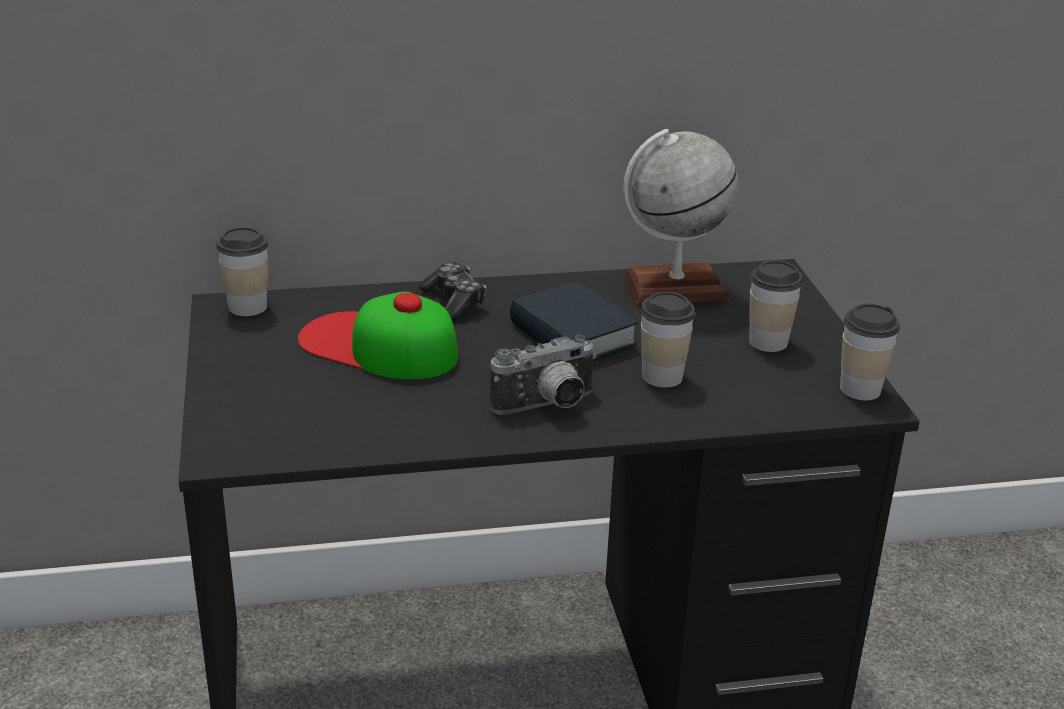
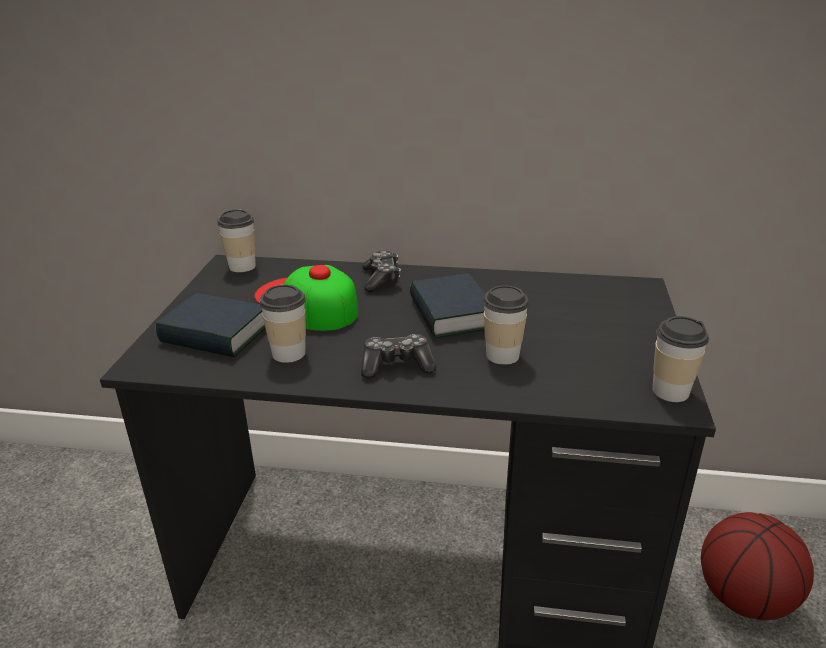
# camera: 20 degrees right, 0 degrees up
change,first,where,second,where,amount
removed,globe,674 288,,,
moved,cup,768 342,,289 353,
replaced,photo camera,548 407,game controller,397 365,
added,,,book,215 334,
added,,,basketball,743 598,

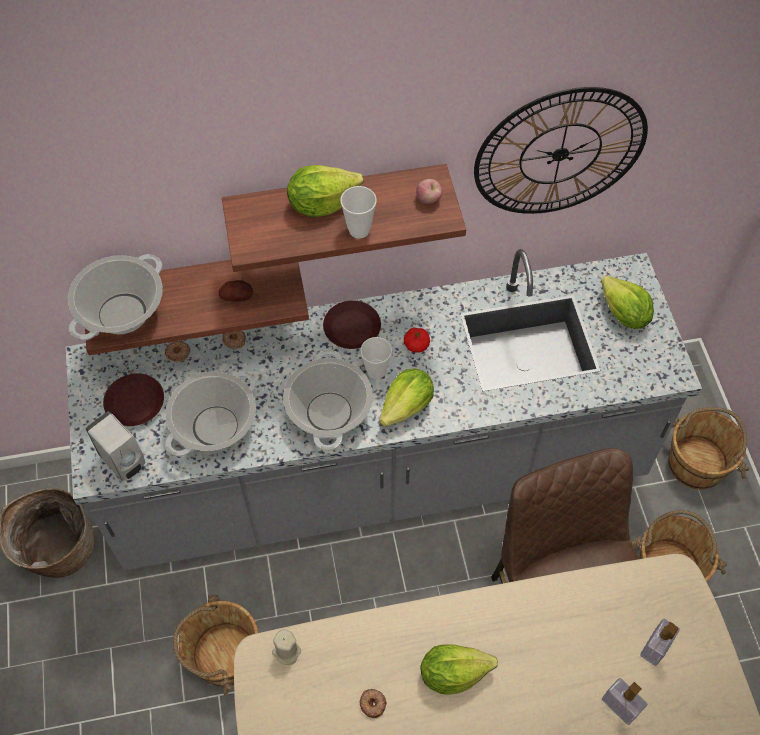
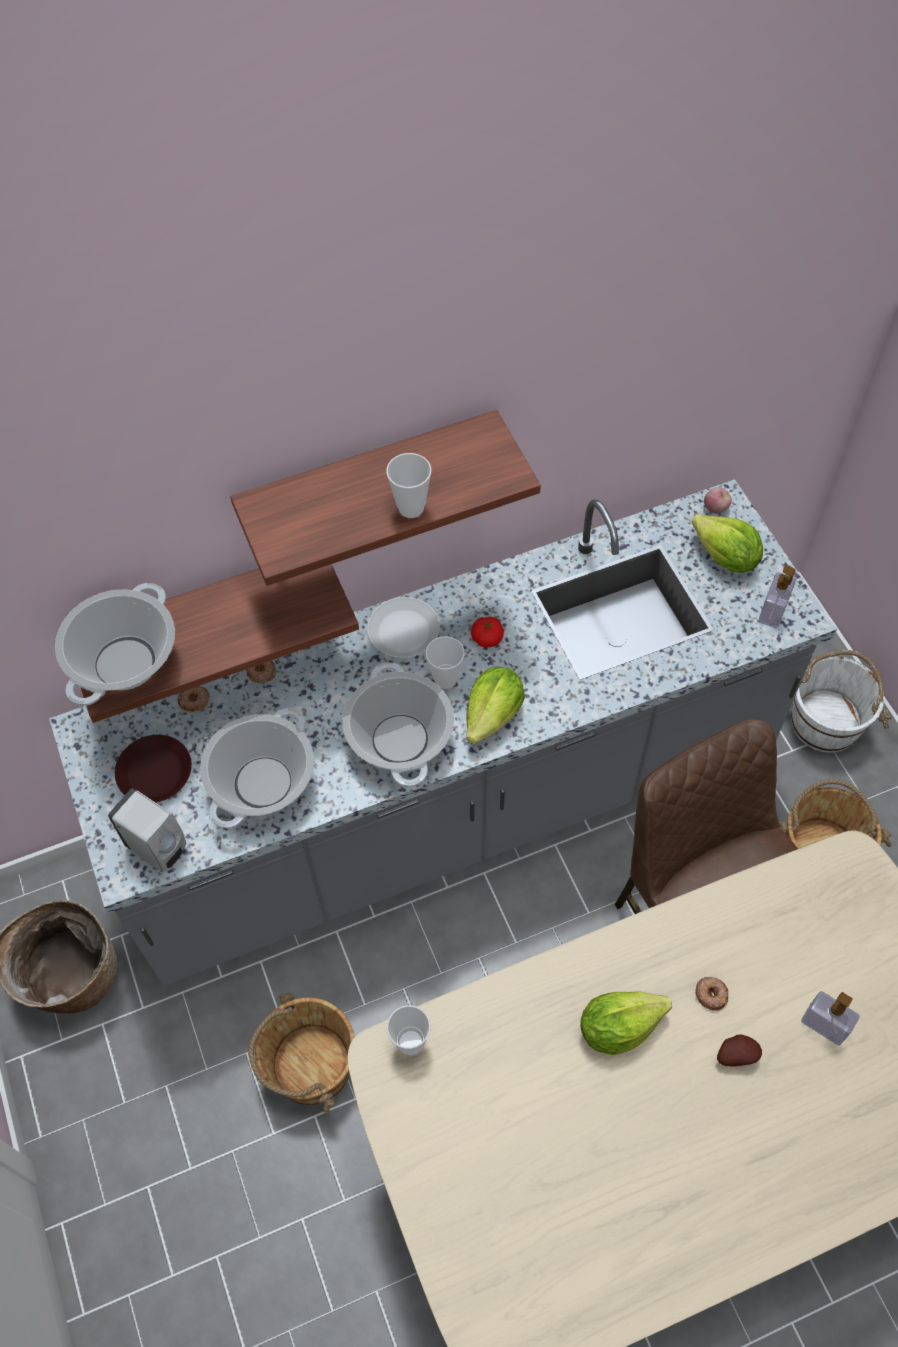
# camera: 10 degrees left, 0 degrees up
change,first,where,second,where,amount
removed,wall clock,560 153,,,
removed,lettuce,321 204,,,
moved,apple,428 199,,715 508,
moved,potato,238 297,,735 1054,
recoloured,brown plate,352 328,white plate,404 631,
recoloured,brown bucket,697 463,white bucket,826 721,
moved,soap dispenser,655 647,,773 611,
replaced,beige candle,286 651,cup,410 1042,
moved,donut,373 703,,711 994,

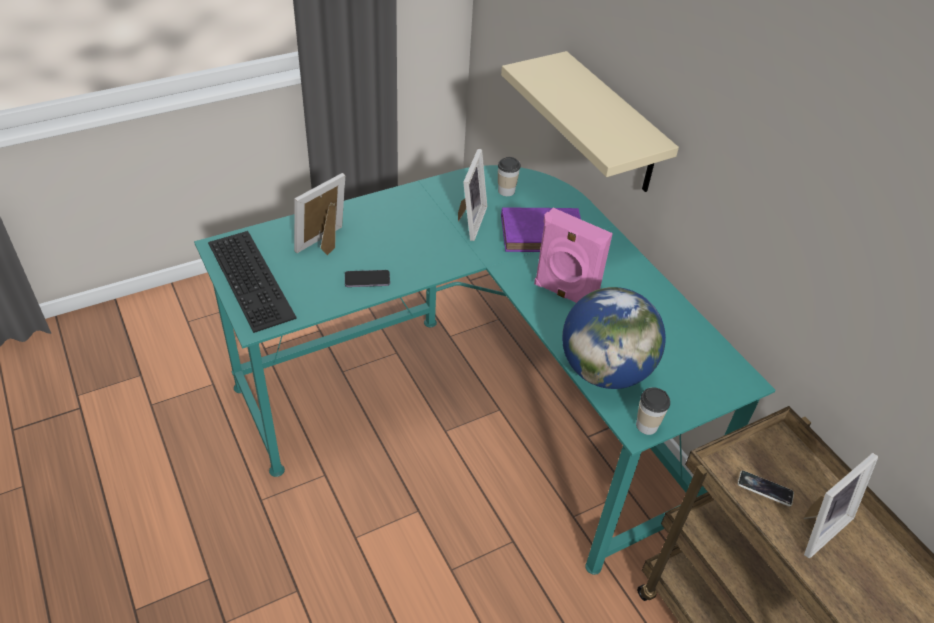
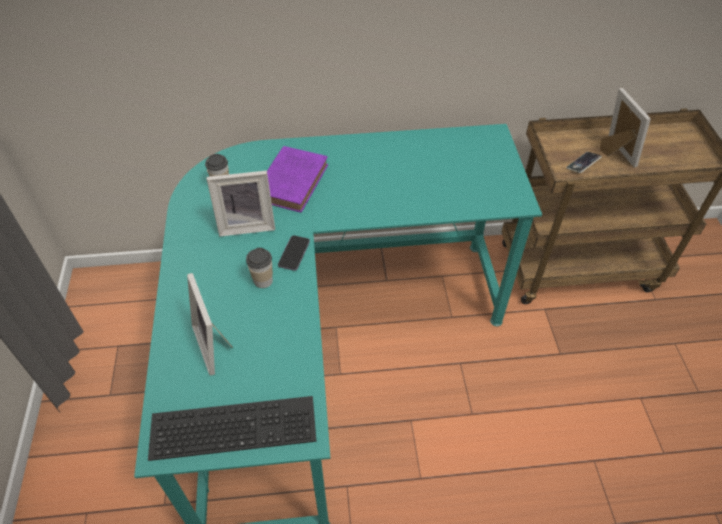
# camera: 65 degrees left, 5 degrees up
change,first,where,second,where,amount
removed,beige shelf,613 125,,,
turned,picture frame,468 221,,247 224,135 degrees clockwise
removed,pink speaker,564 294,,,
moved,phone,367 280,,294 254,
removed,globe,604 370,,,
moved,cup,646 425,,263 281,

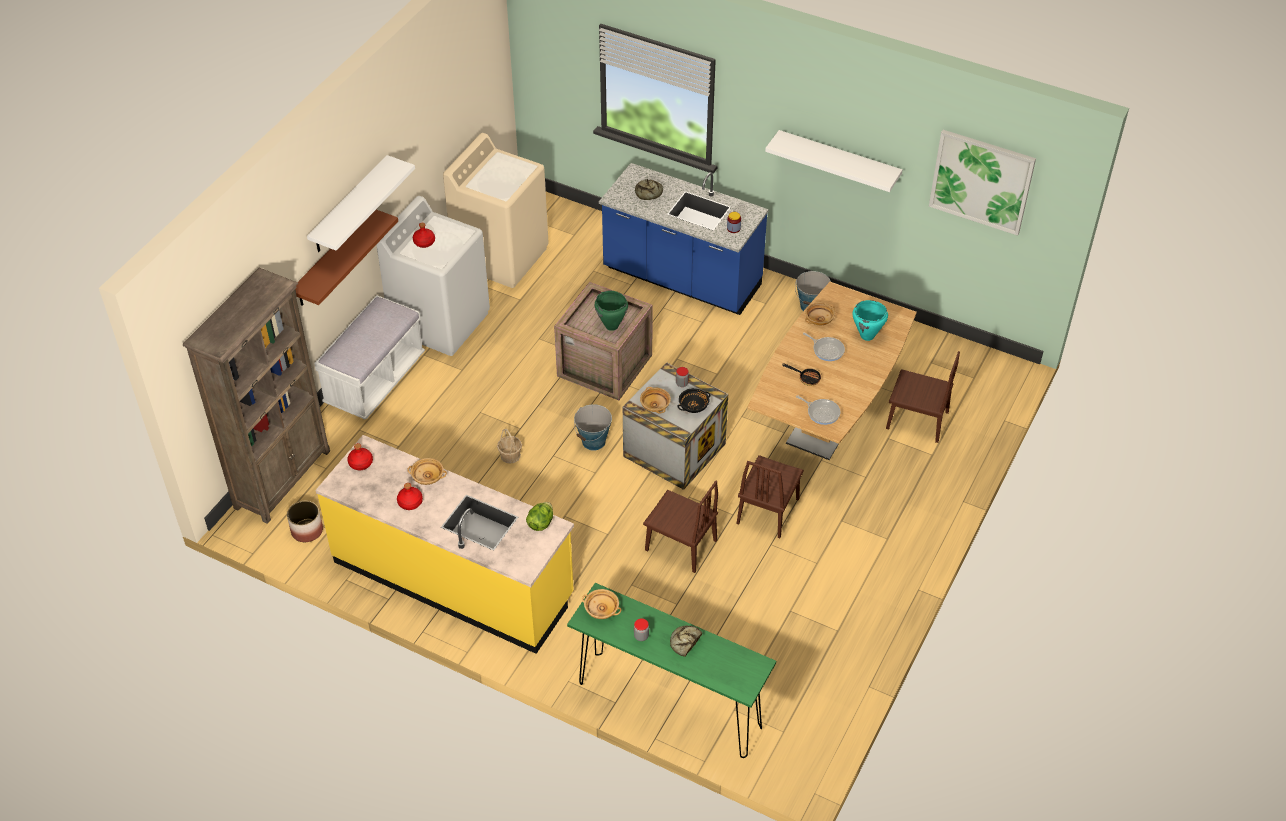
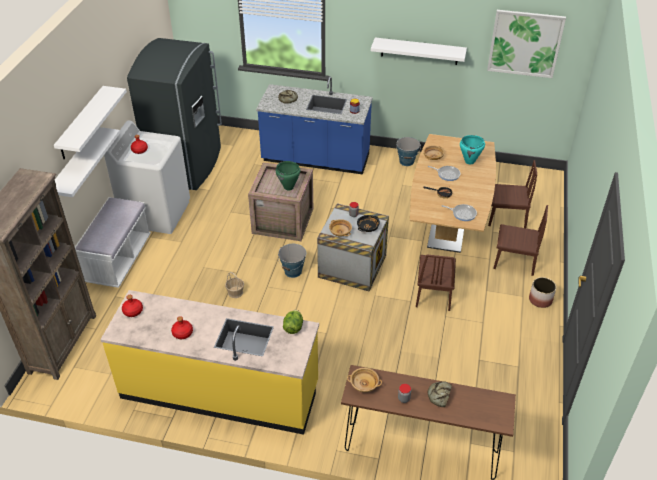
# camera: 15 degrees left, 5 degrees down
change,first,where,second,where,amount
replaced,beige washing machine,501 256,grey fridge,187 166,
recoloured,brown shelf,333 258,white shelf,75 166,
removed,beige bowl,427 477,,,
moved,brown chair,680 545,,514 261,
moved,planter,307 531,,540 300,
recoloured,green console table,669 705,brown console table,420 451,

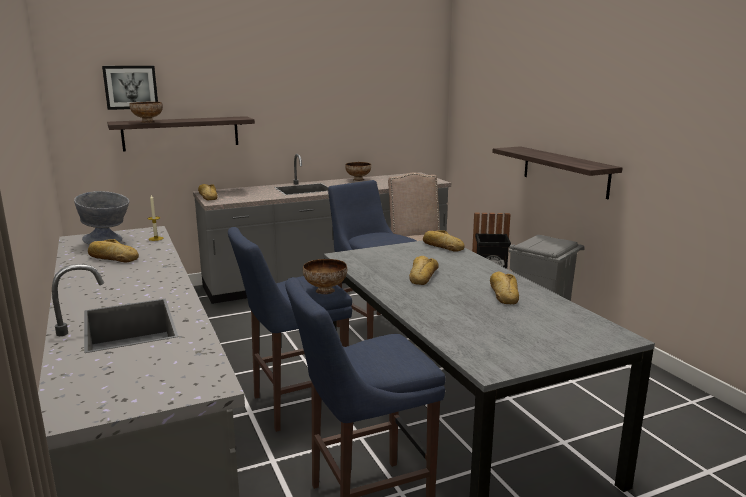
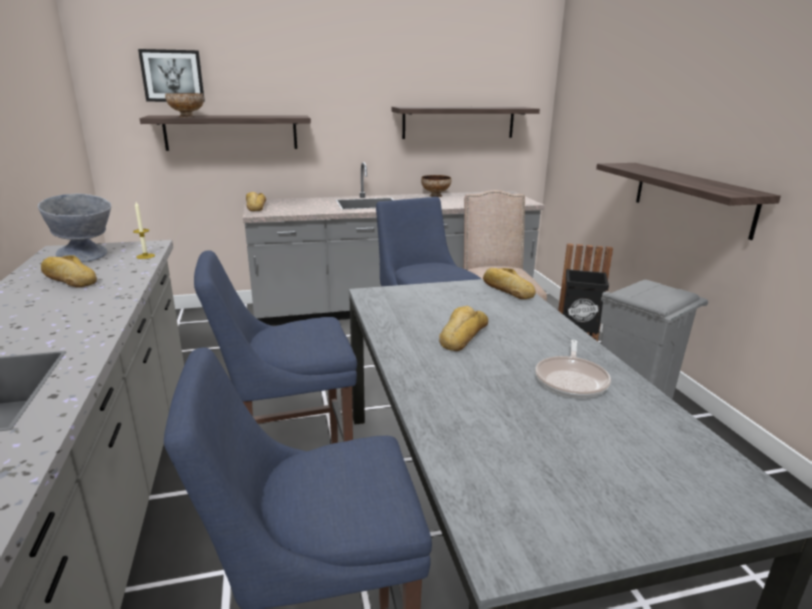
# camera: 10 degrees right, 5 degrees up
change,first,where,second,where,amount
removed,bowl,325 291,,,
replaced,bread,503 294,frying pan,571 380,
added,,,shelf,458 122,

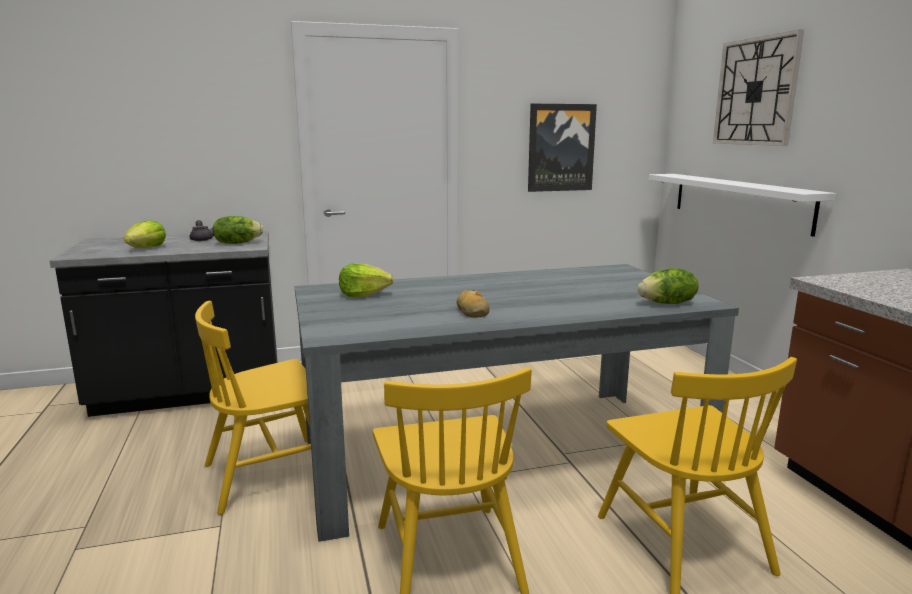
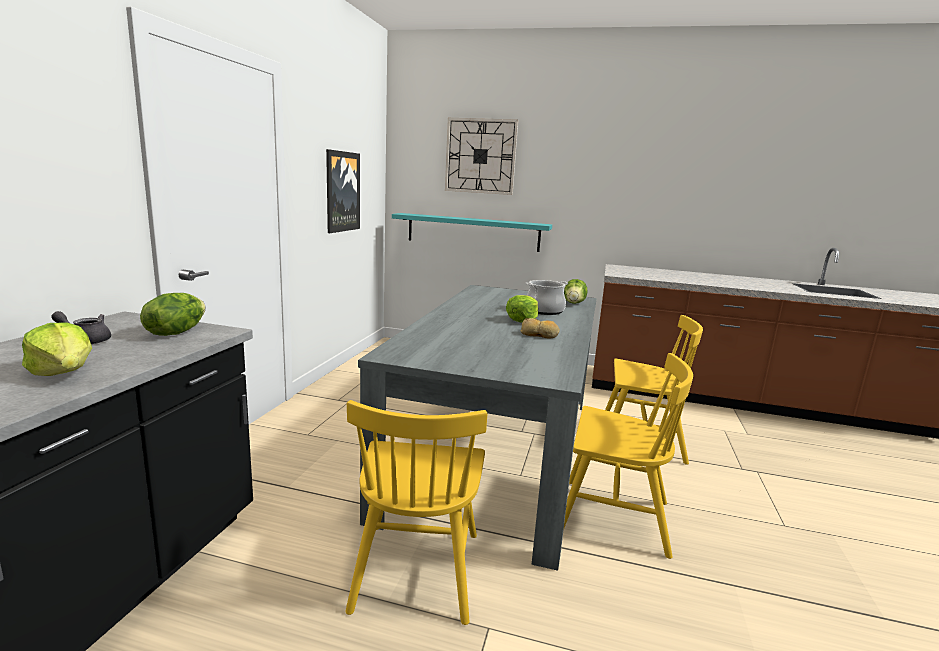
# camera: 60 degrees left, 0 degrees up
change,first,where,second,where,amount
recoloured,white shelf,739 201,turquoise shelf,473 232,
moved,lettuce,363 294,,522 320,
added,,,cooking pot,544 311,

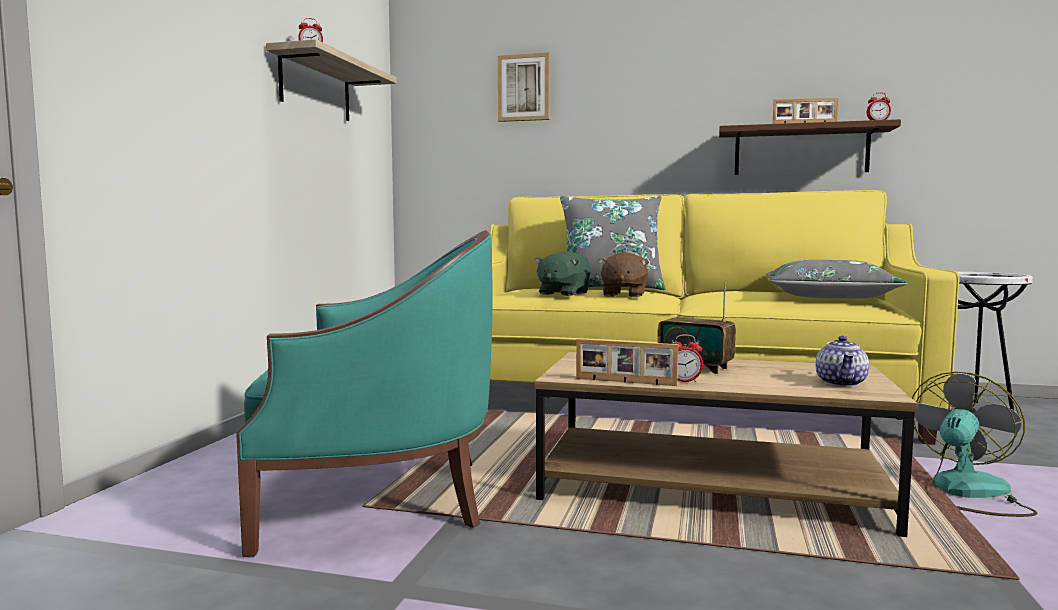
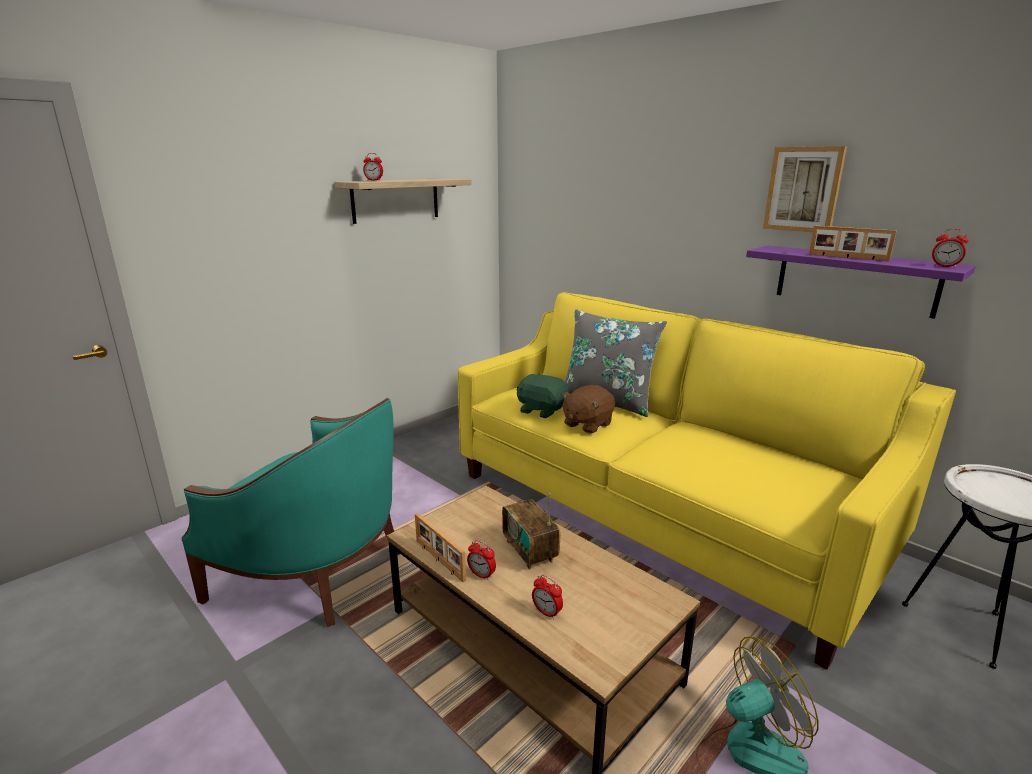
# camera: 30 degrees right, 15 degrees up
change,first,where,second,where,amount
moved,picture,524 88,,803 189,
recoloured,brown shelf,801 151,purple shelf,855 280,
turned,green plush toy,563 293,,541 410,60 degrees clockwise
removed,grey pillow,828 297,,,
removed,teapot,842 383,,,
added,,,alarm clock,547 612,

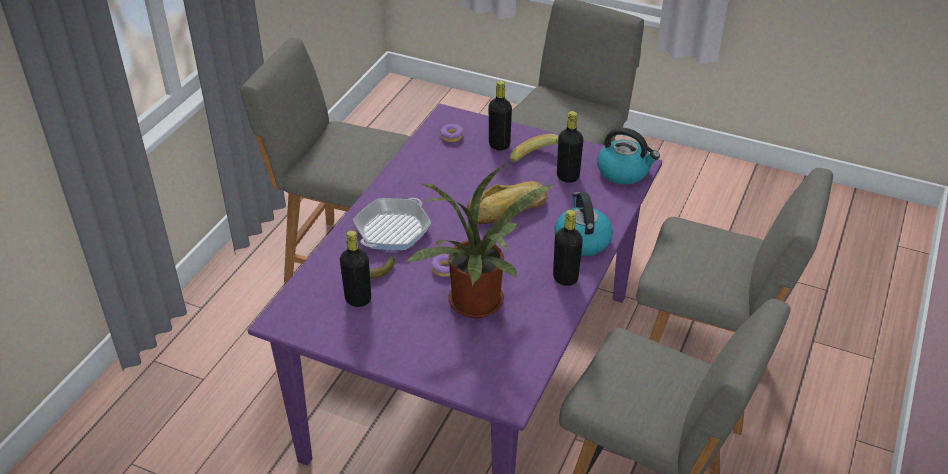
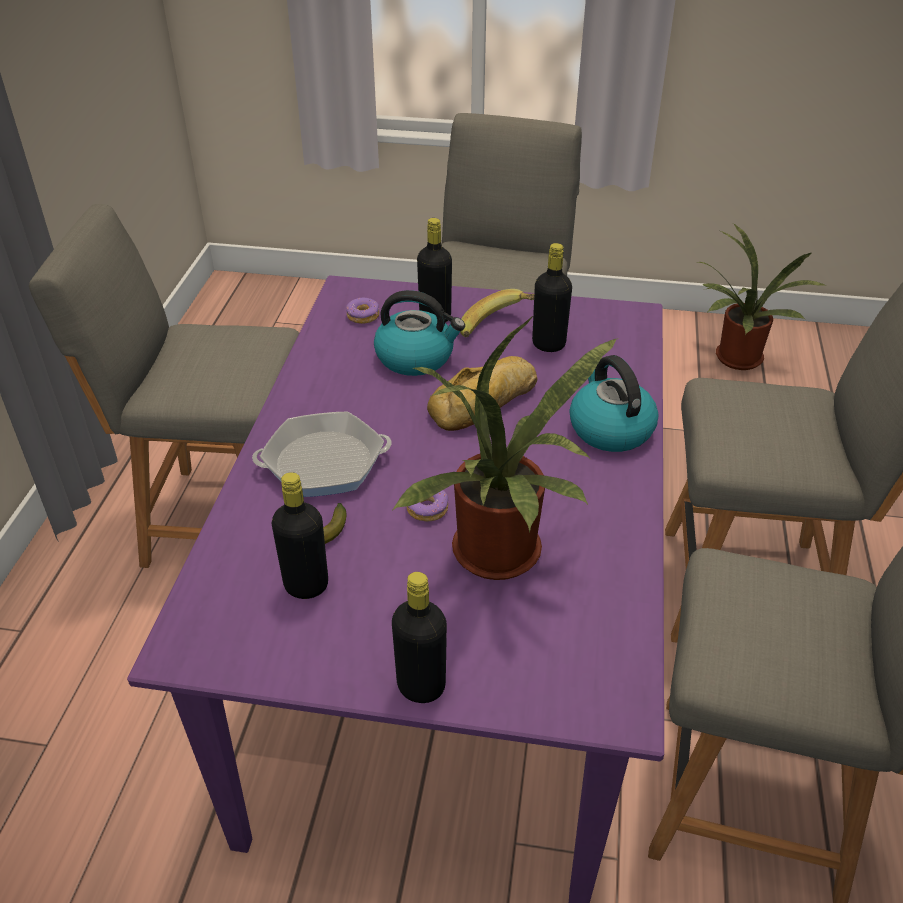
# camera: 15 degrees left, 0 degrees up
change,first,where,second,where,amount
moved,kettle,624 172,,416 357,
turned,frying pan,392 230,,324 463,120 degrees counterclockwise
moved,black bottle,565 278,,421 686,
added,,,potted plant,735 360,

